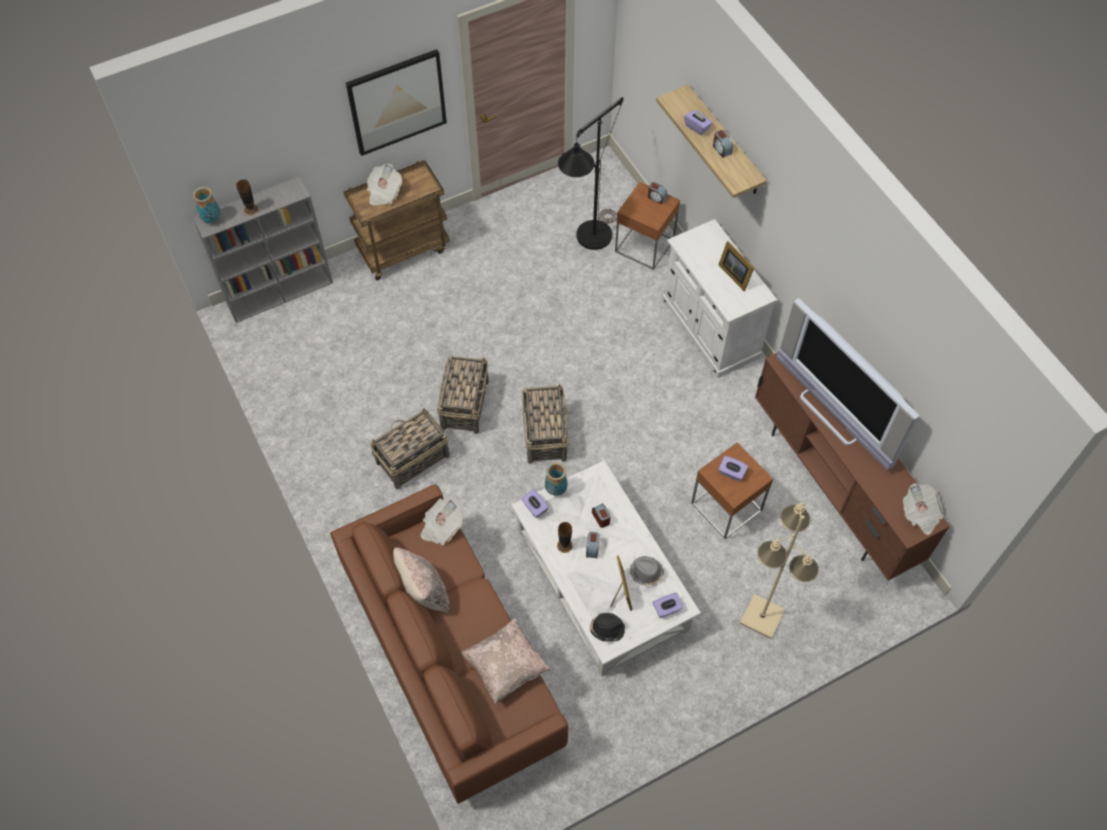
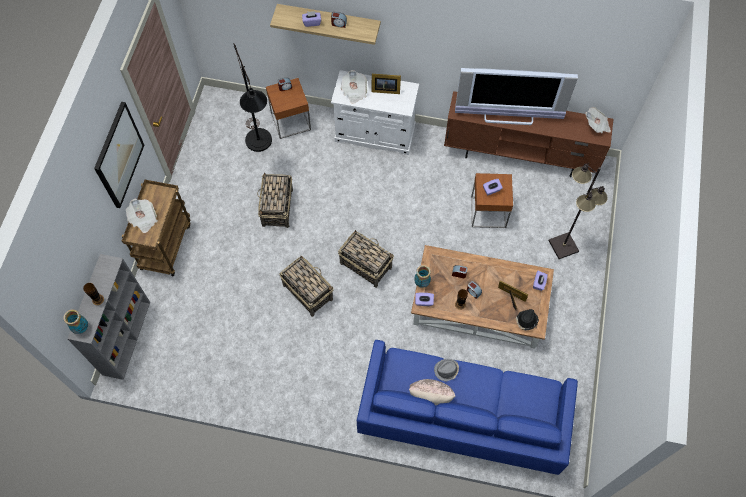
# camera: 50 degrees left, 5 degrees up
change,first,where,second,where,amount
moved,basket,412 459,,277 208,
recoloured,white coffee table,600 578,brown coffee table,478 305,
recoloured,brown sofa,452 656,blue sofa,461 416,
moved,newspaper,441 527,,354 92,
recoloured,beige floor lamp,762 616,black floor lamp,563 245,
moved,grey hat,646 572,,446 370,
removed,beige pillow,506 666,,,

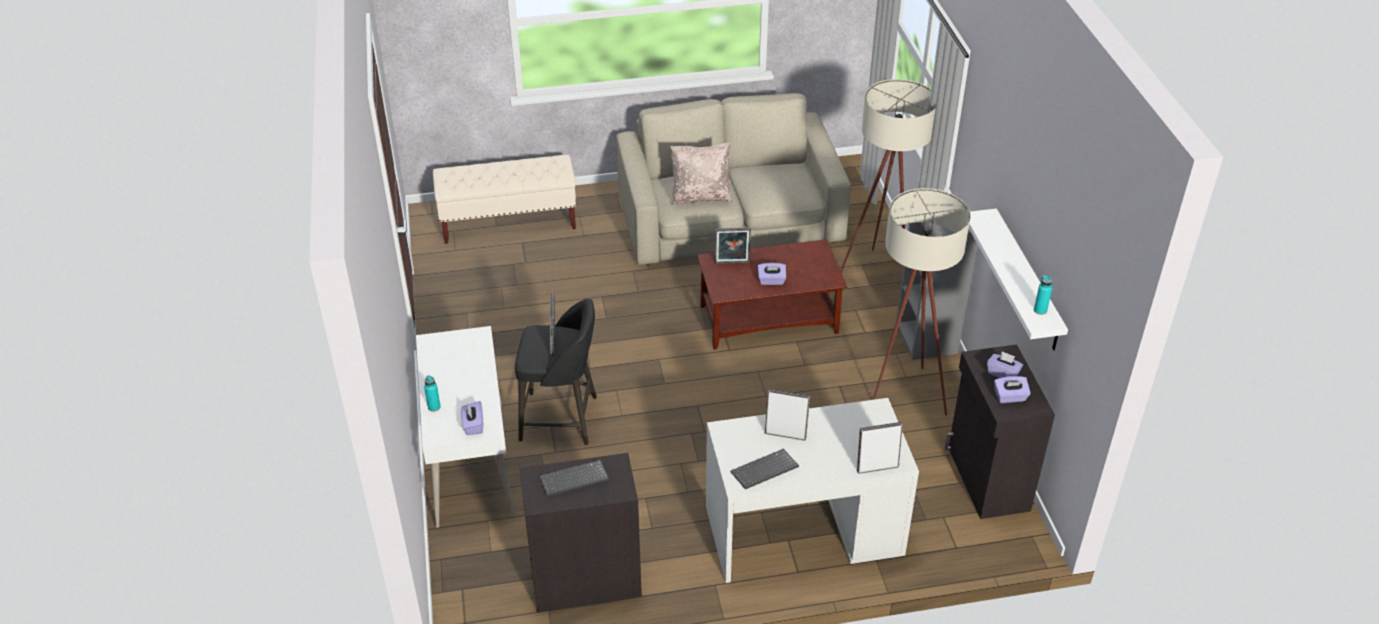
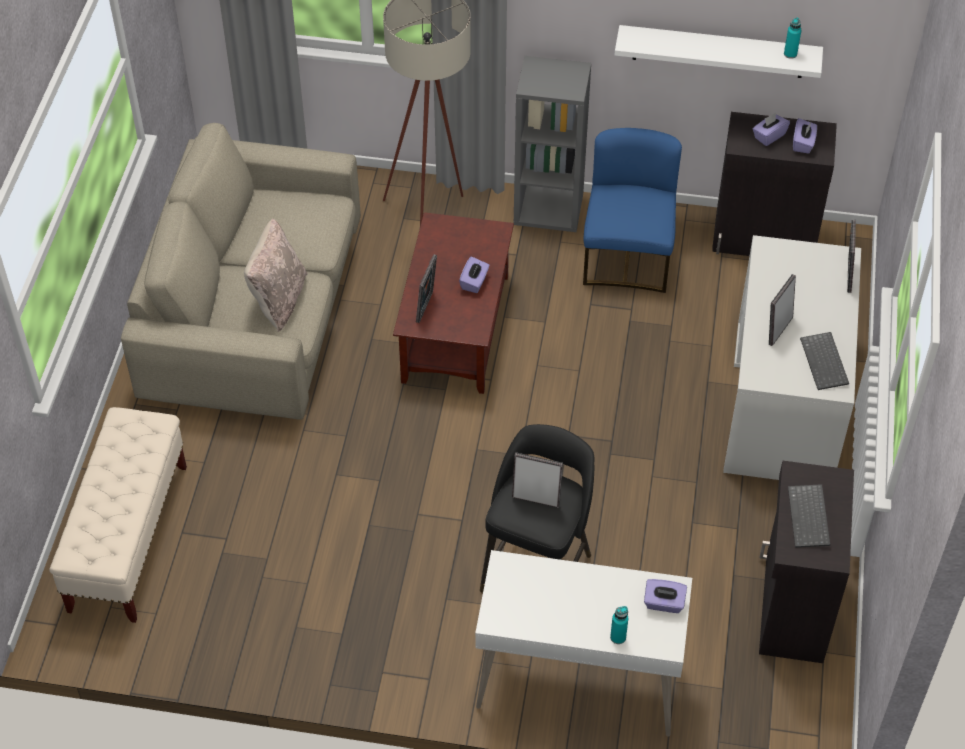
# camera: 70 degrees left, 10 degrees up
change,first,where,second,where,amount
replaced,beige floor lamp,904 396,blue chair,627 258,

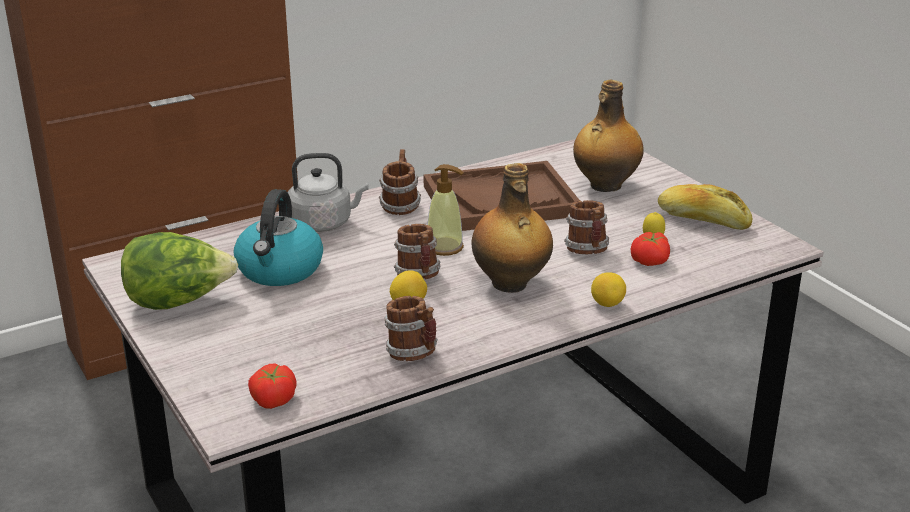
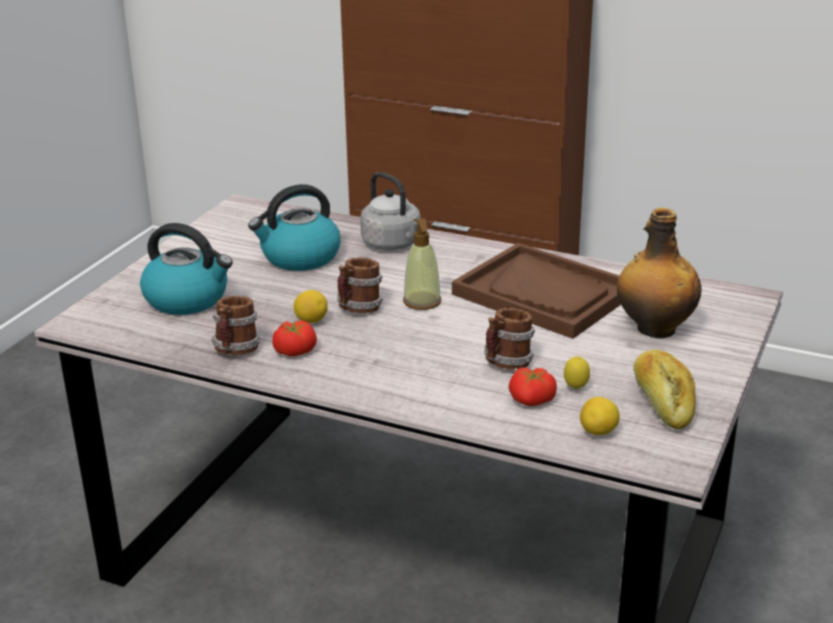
# camera: 55 degrees right, 0 degrees up
change,first,where,second,where,amount
removed,mug,400 206,,,
removed,bottle,510 284,,,
removed,lettuce,179 302,,,
moved,lemon,607 304,,599 432,
moved,tomato,272 399,,294 350,
added,,,kettle,188 299,

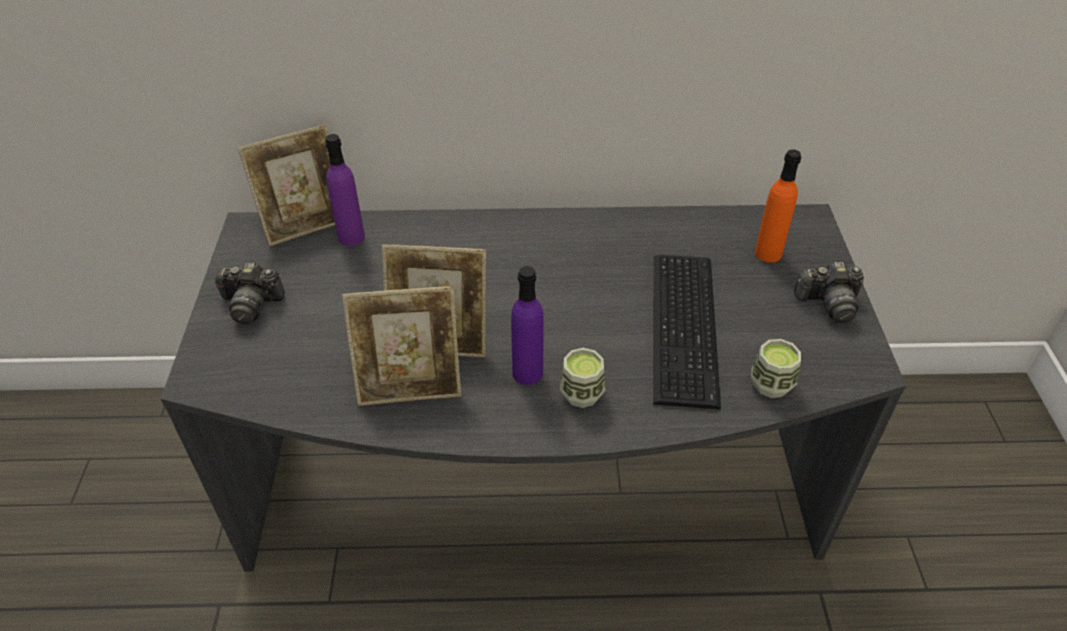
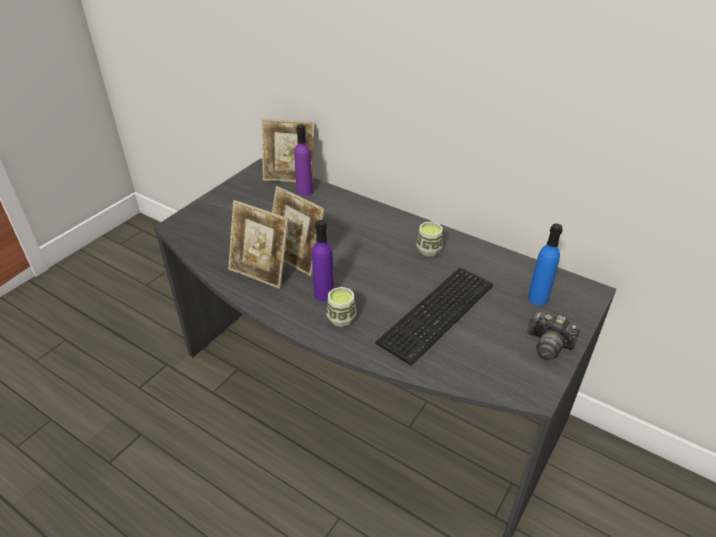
# camera: 35 degrees right, 5 degrees down
change,first,where,second,where,amount
recoloured,orange bottle,768 253,blue bottle,537 298,
removed,photo camera,251 304,,,
moved,cup,771 384,,428 250,

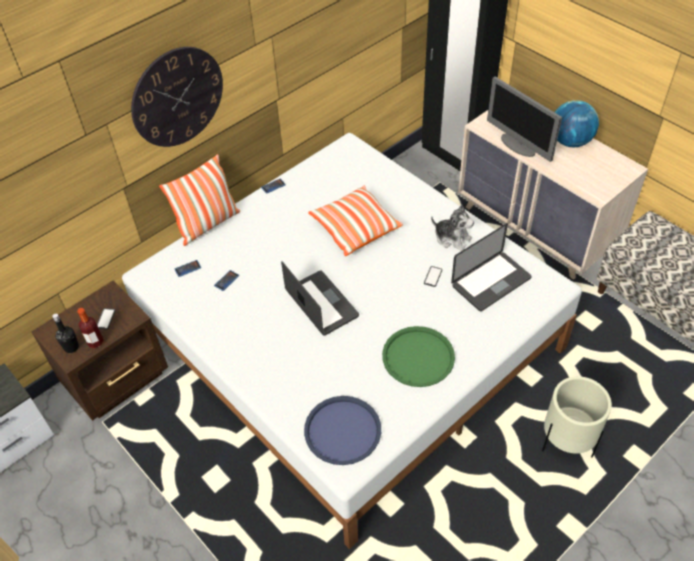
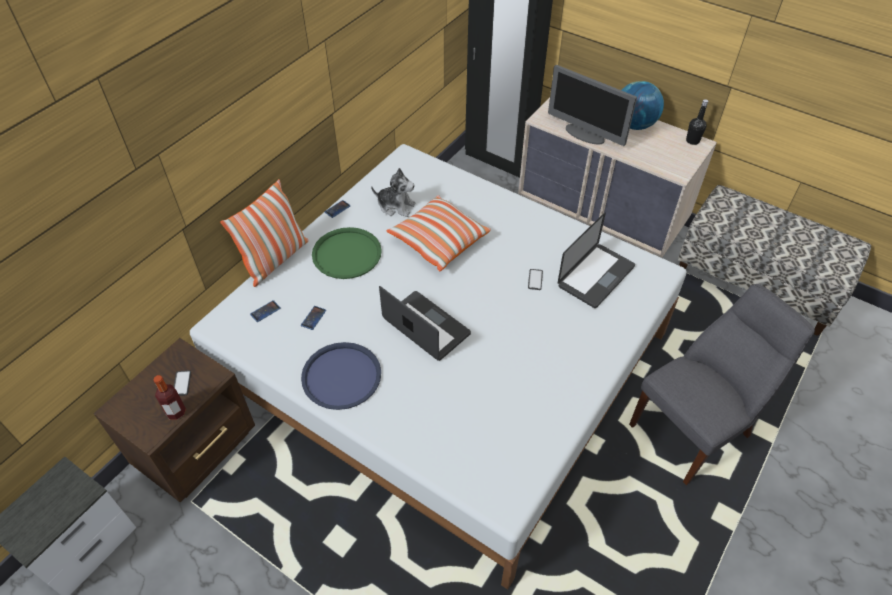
# camera: 15 degrees left, 0 degrees up
change,first,where,second,where,amount
removed,wall clock,177 97,,,
moved,plush toy,452 238,,396 206,
moved,black bottle,71 347,,692 141,
moved,green tray,418 357,,347 254,
replaced,beige planter,567 442,grey chair,694 428,
moved,blue tray,342 431,,341 376,

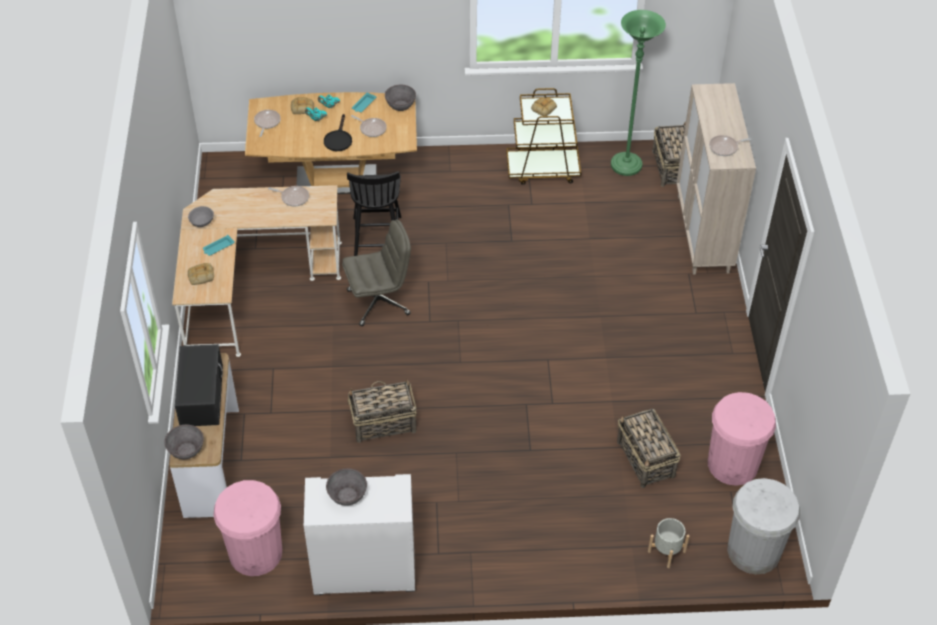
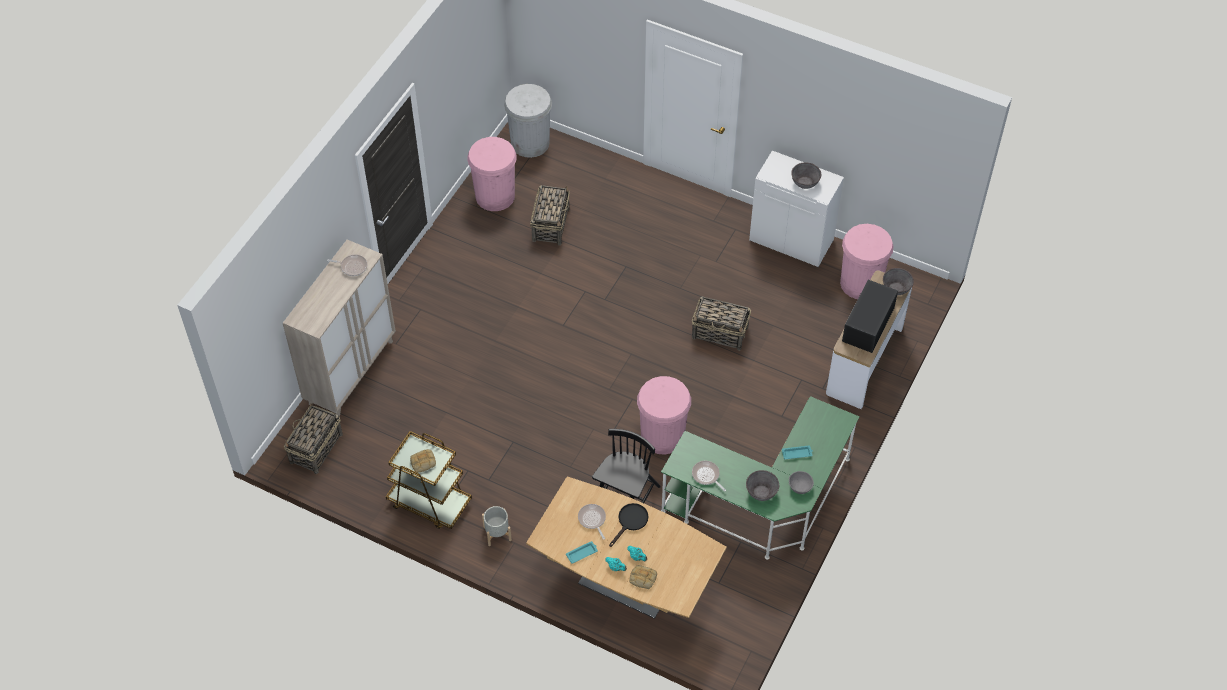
# camera: 150 degrees left, 5 degrees up
change,first,where,second,where,amount
removed,green floor lamp,626 165,,,
moved,grey bowl,400 105,,761 492,
removed,frying pan,267 122,,,
recoloured,beige desk,250 285,green desk,764 504,
replaced,grey office chair,379 302,pink trash can,662 436,
removed,bread,201 276,,,
moved,grey planter,666 551,,497 533,

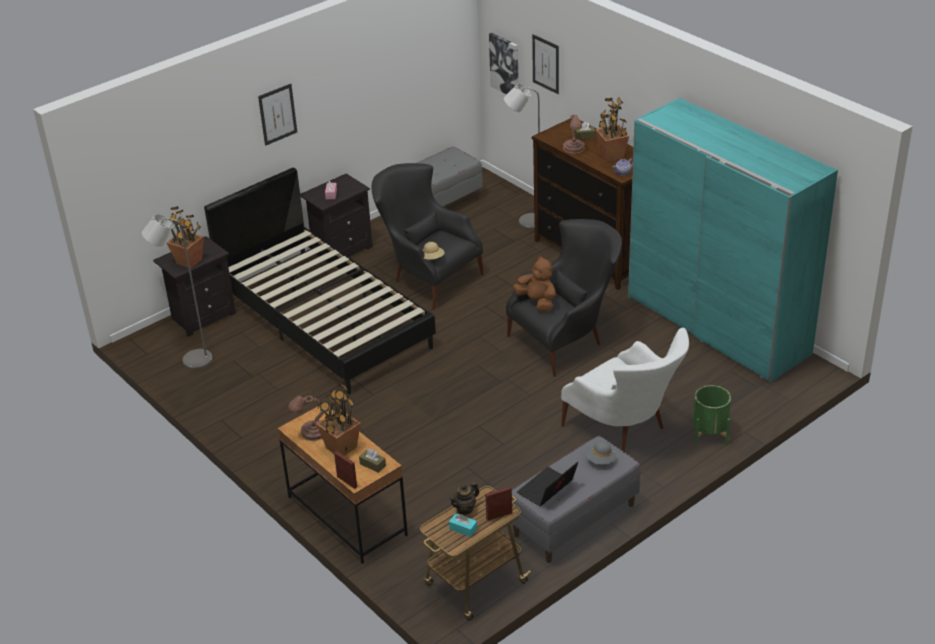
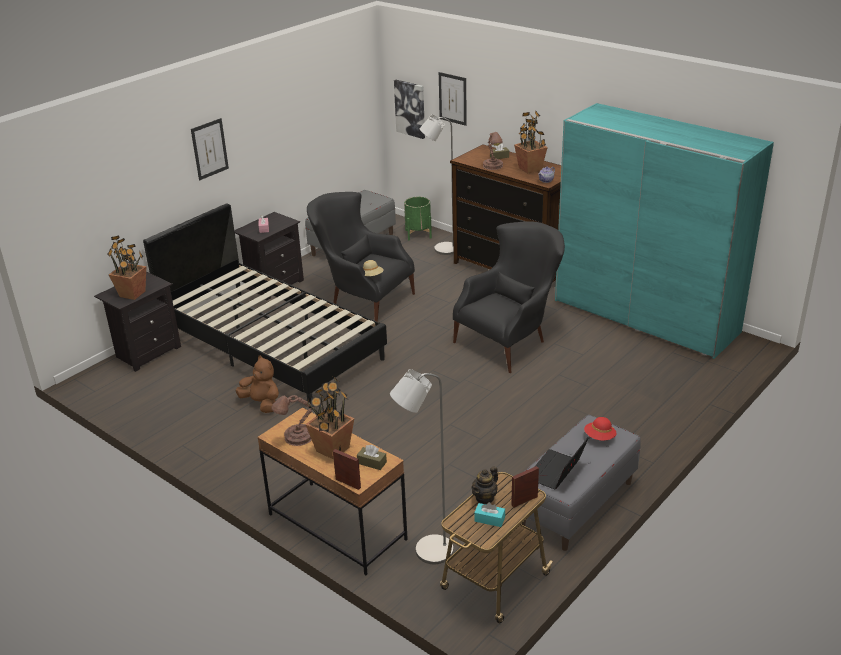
# camera: 10 degrees left, 5 degrees down
change,first,where,second,where,amount
moved,grey floor lamp,191 361,,427 552,
moved,brown plush toy,537 302,,262 403,
removed,white armchair,626 430,,,
moved,green planter,709 434,,418 234,
recoloured,grey hat,600 460,red hat,599 437,

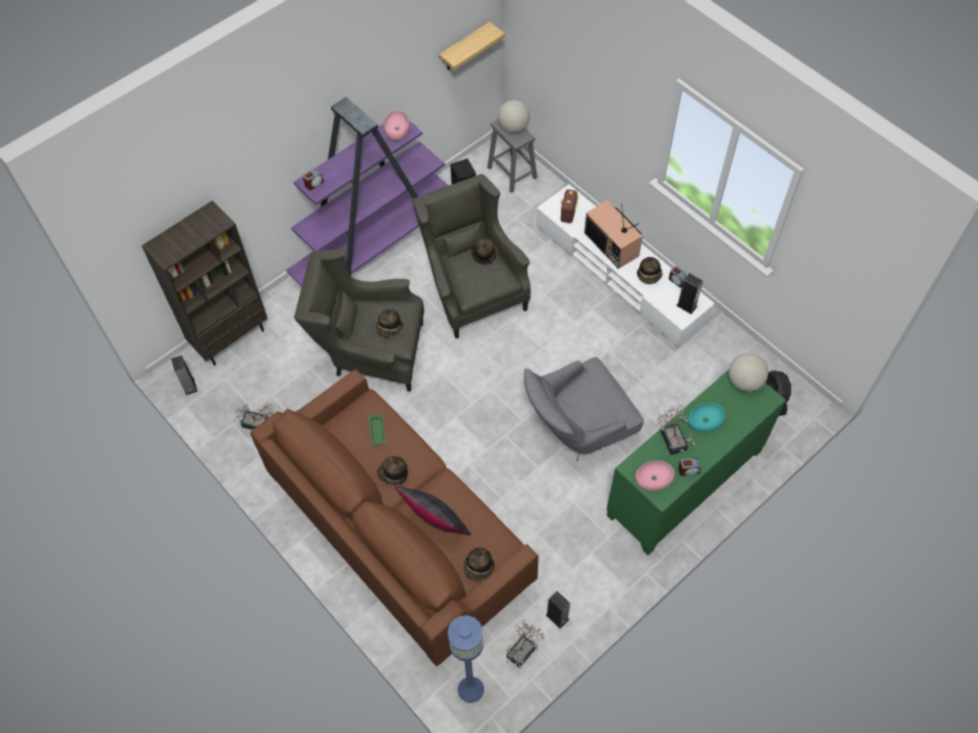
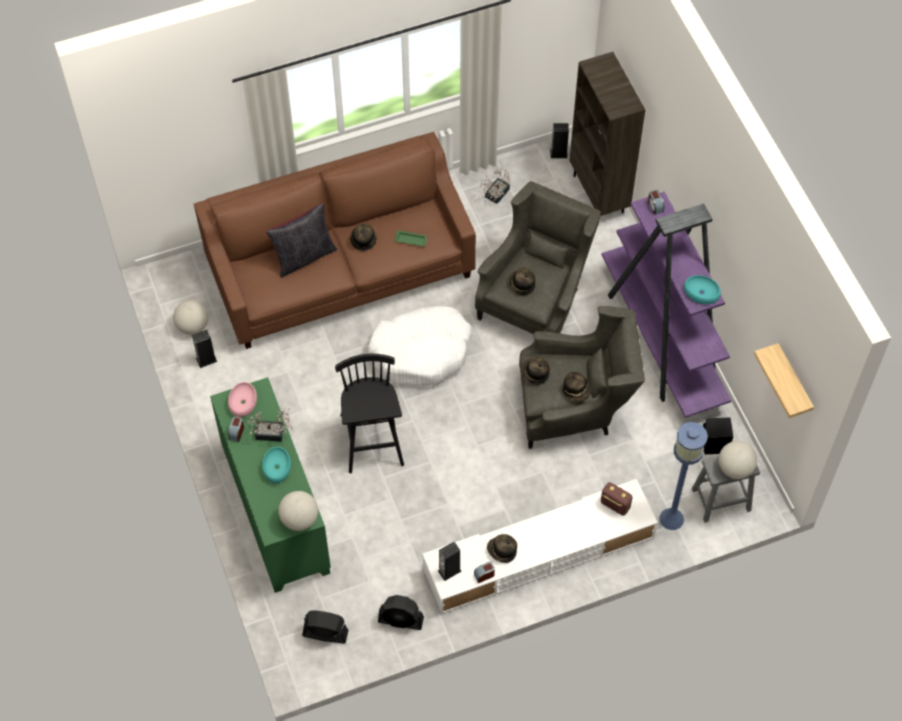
# camera: 110 degrees right, 0 degrees up
change,first,where,second,where,amount
recoloured,pink bowl,397 129,turquoise bowl,701 293,
removed,television,612 244,,,
replaced,grey armchair,577 431,black stool,372 441,
moved,hat,479 568,,535 373,
moved,blue floor lamp,470 689,,671 518,
replaced,potted plant,524 649,globe,192 326,
added,,,white dog bed,421 352,
added,,,black fan,401 620,

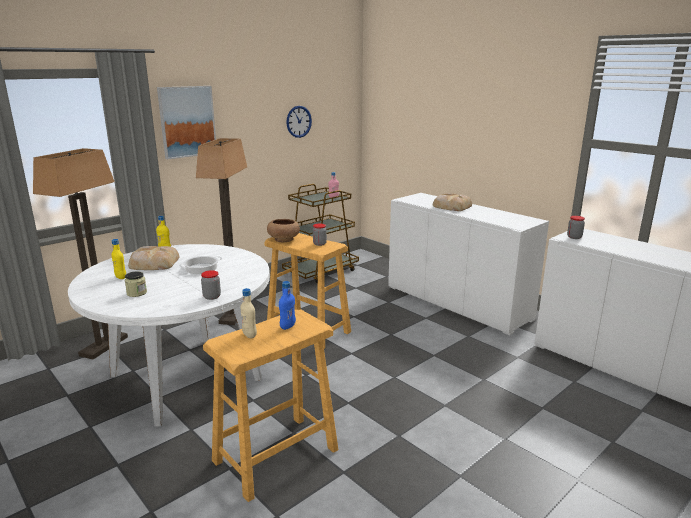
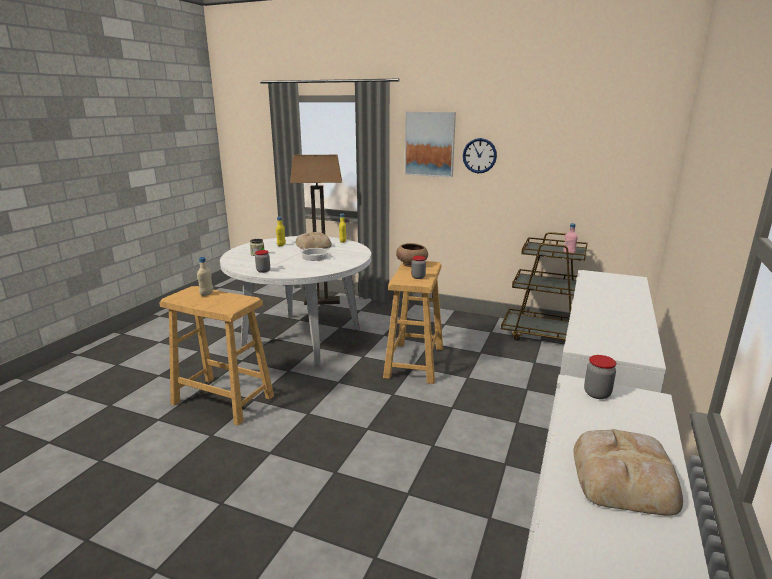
# camera: 65 degrees right, 0 degrees up
change,first,where,second,where,amount
moved,wall clock,298 121,,479 155,
removed,floor lamp,234 314,,,
moved,bread,451 206,,624 477,
removed,blue bottle,287 326,,,

